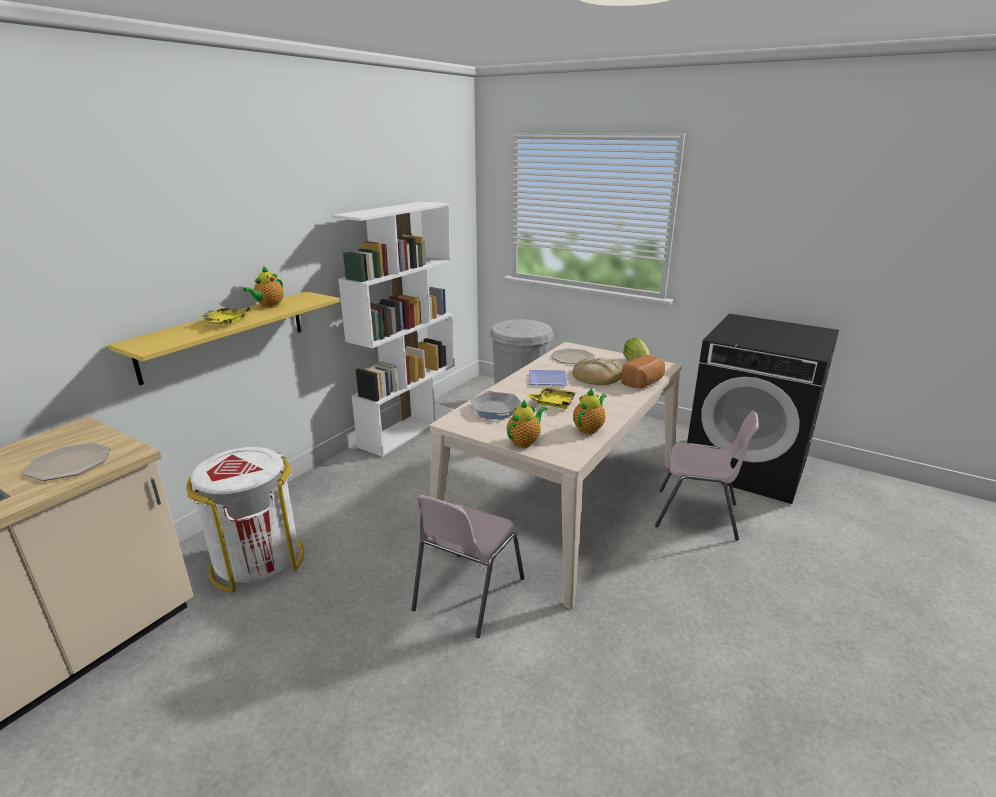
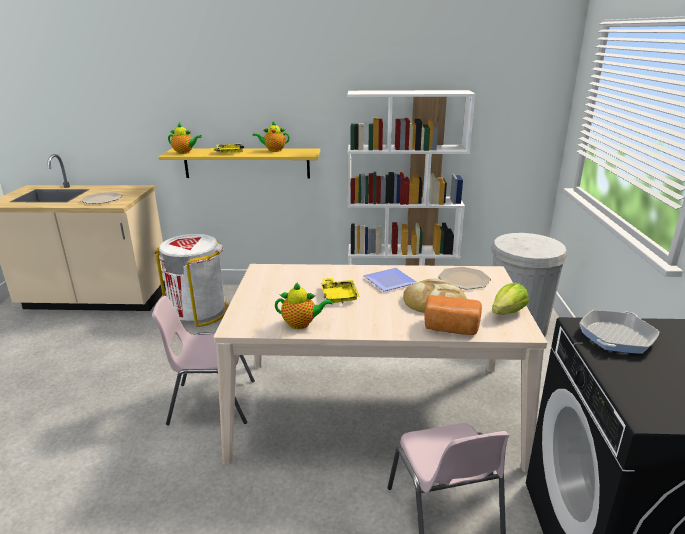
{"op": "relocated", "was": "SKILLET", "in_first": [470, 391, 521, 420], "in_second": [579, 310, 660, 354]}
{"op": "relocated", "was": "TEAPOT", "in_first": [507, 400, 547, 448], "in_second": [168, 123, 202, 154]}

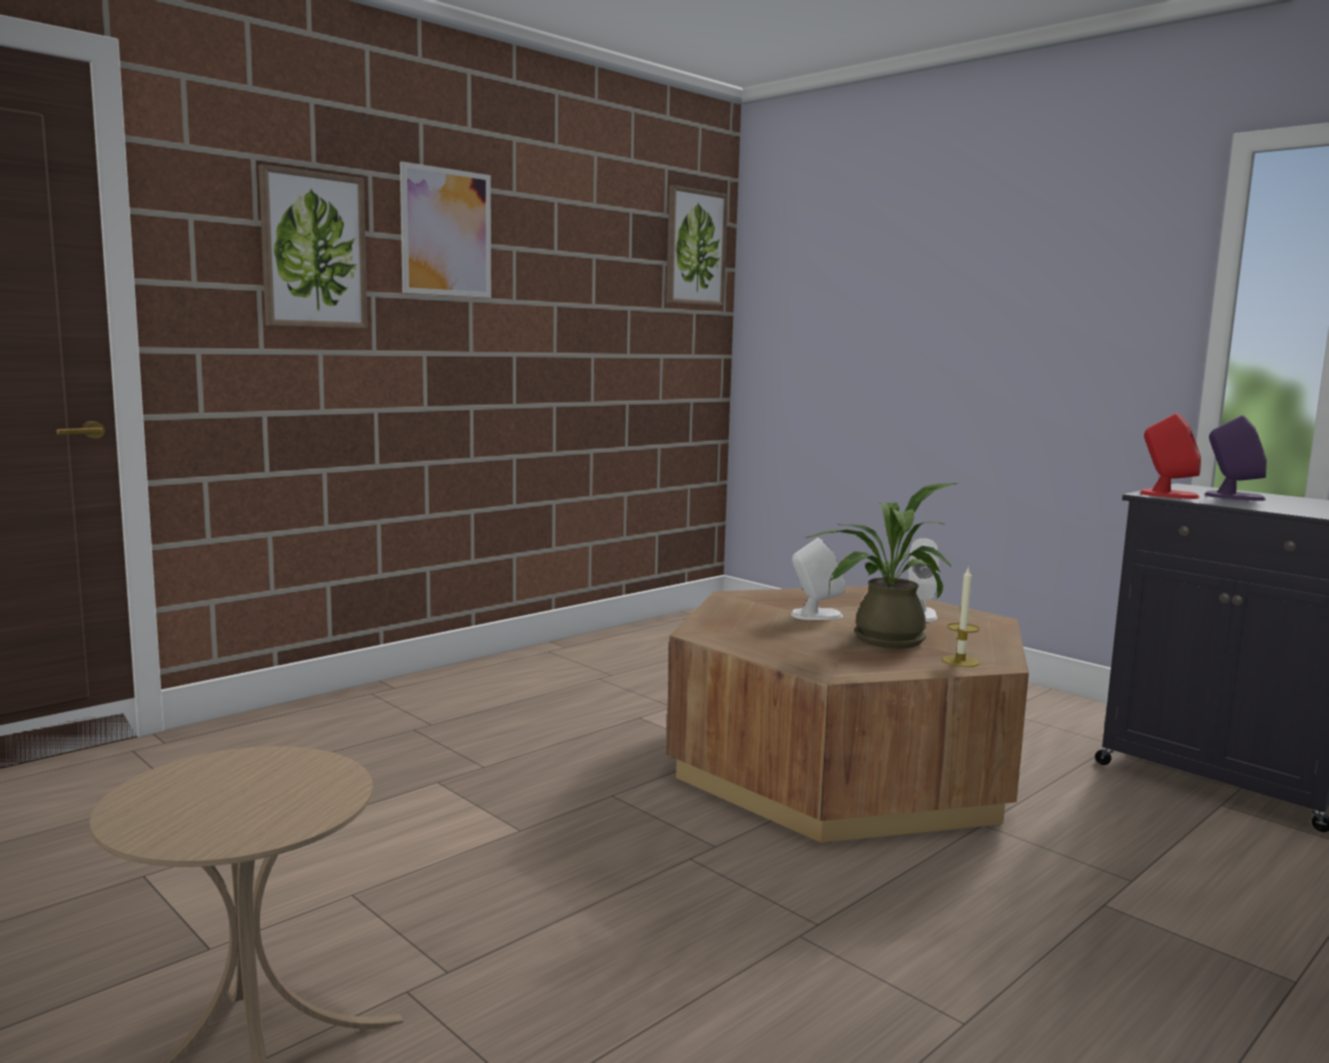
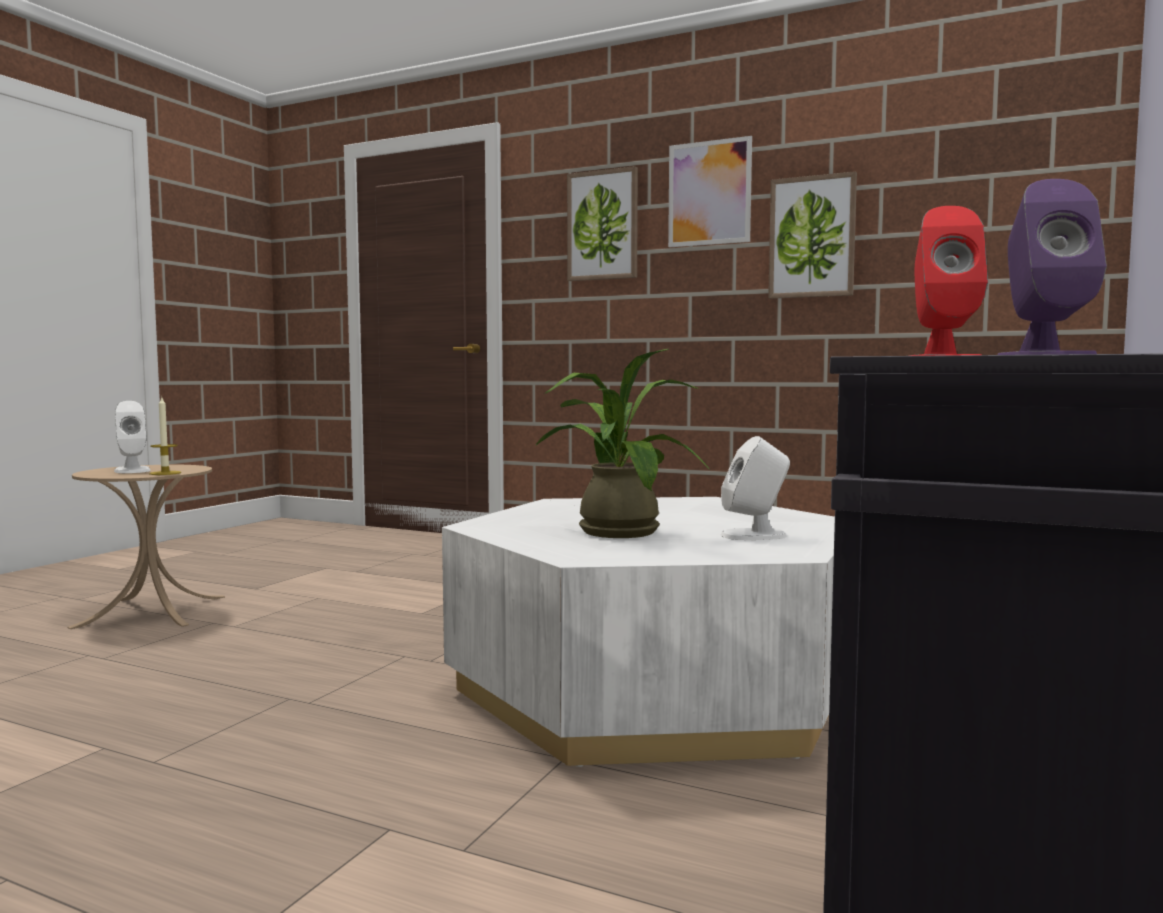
{"op": "relocated", "was": "WALL ART", "in_first": [666, 185, 728, 306], "in_second": [768, 171, 857, 299]}
{"op": "relocated", "was": "WHITISH LOUDSPEAKER", "in_first": [791, 538, 845, 620], "in_second": [114, 401, 151, 473]}
{"op": "relocated", "was": "WAX CANDLE", "in_first": [942, 566, 980, 667], "in_second": [149, 397, 181, 475]}
{"op": "colour", "was": "BROWN COFFEE TABLE", "now": "WHITISH COFFEE TABLE", "in_first": [666, 586, 1029, 843], "in_second": [442, 497, 835, 767]}

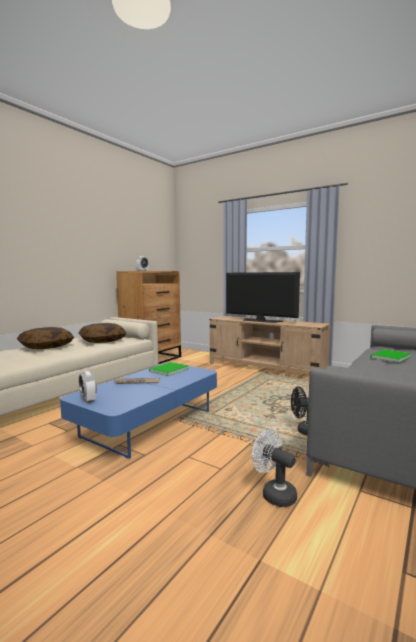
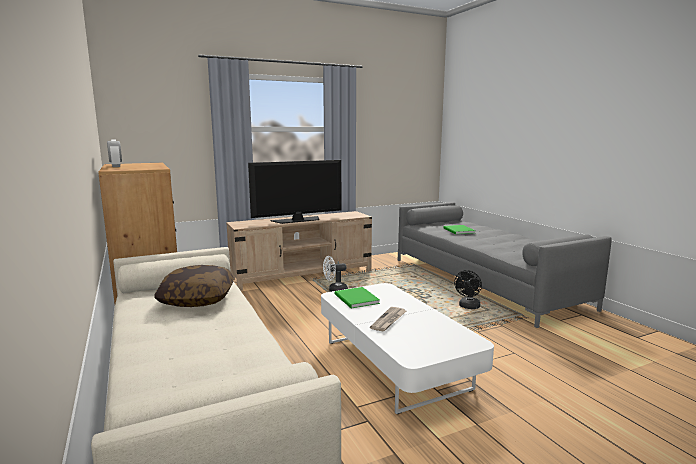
{"op": "missing", "was": "PILLOW", "in_first": [17, 327, 74, 349]}
{"op": "colour", "was": "BLUISH COFFEE TABLE", "now": "WHITISH COFFEE TABLE", "in_first": [60, 363, 217, 459], "in_second": [321, 283, 494, 414]}
{"op": "missing", "was": "BEDSIDE CLOCK", "in_first": [79, 371, 97, 403]}
{"op": "relocated", "was": "WHITISH COOLING FAN", "in_first": [252, 429, 297, 507], "in_second": [323, 256, 348, 292]}

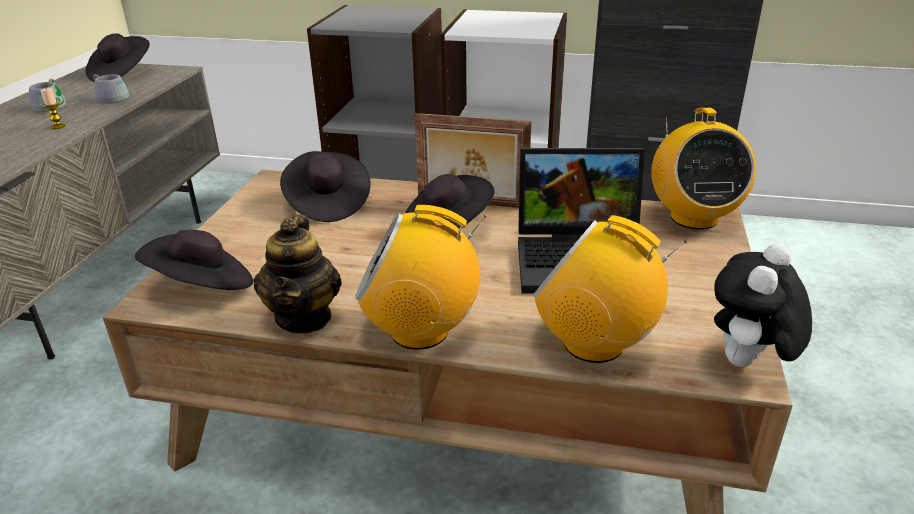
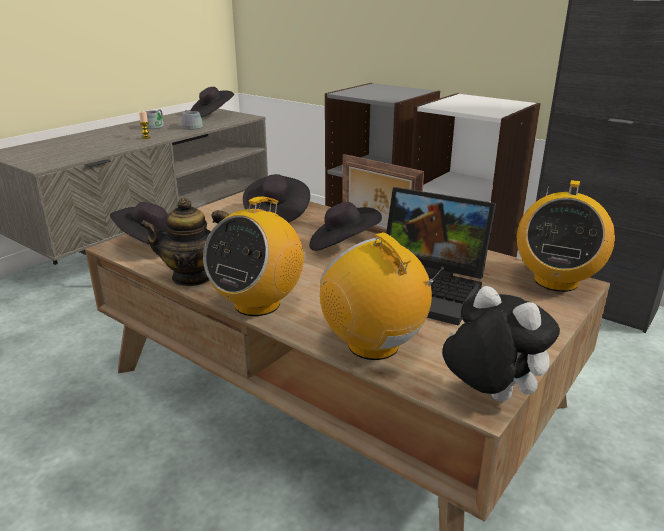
{"op": "spun", "was": "RADIO", "in_first": [355, 205, 486, 350], "in_second": [203, 196, 304, 316], "clockwise": -90}
{"op": "spun", "was": "TEAPOT", "in_first": [254, 214, 342, 334], "in_second": [139, 198, 229, 286], "clockwise": 60}
{"op": "spun", "was": "SOFT TOY", "in_first": [714, 243, 812, 367], "in_second": [442, 286, 560, 402], "clockwise": 75}

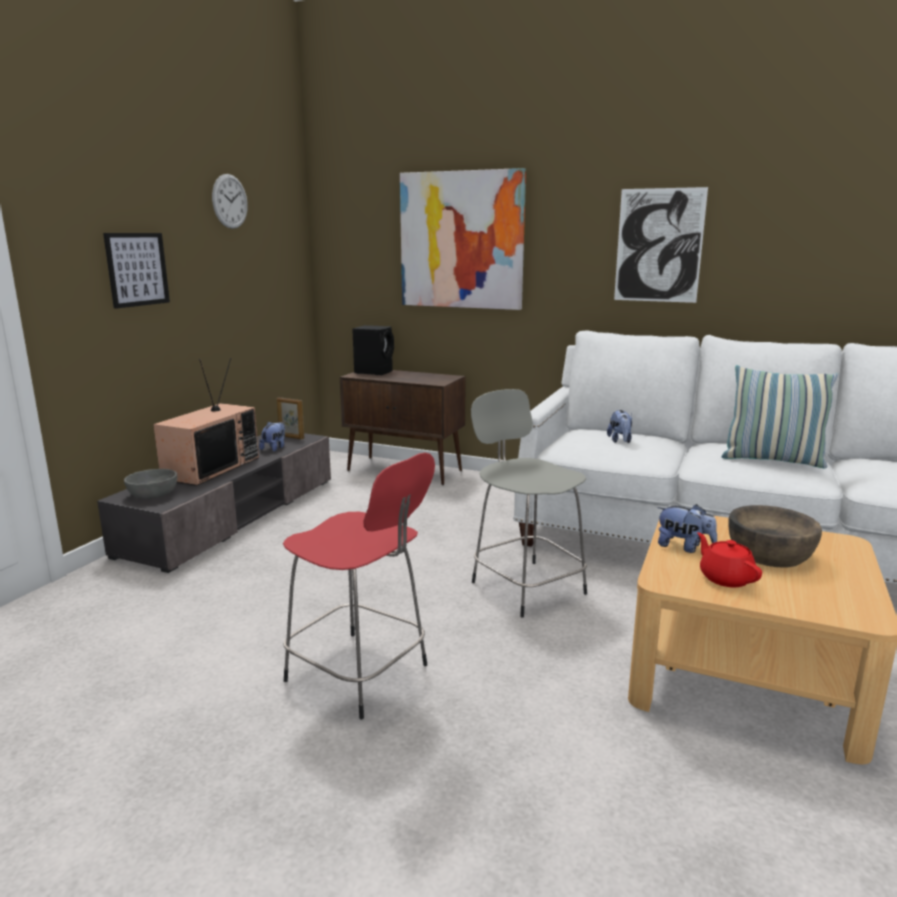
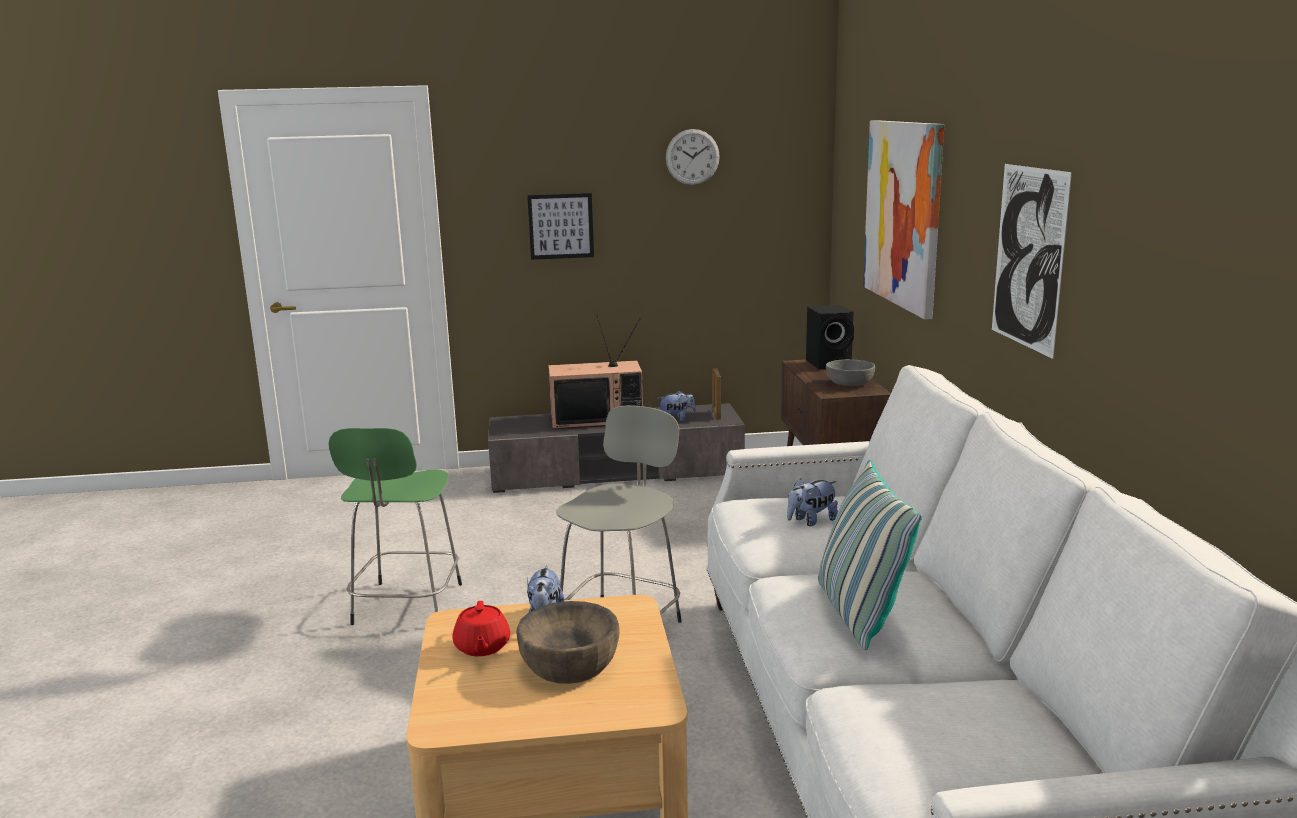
{"op": "colour", "was": "RED STOOL SEAT", "now": "GREEN STOOL SEAT", "in_first": [283, 453, 435, 719], "in_second": [329, 428, 462, 625]}
{"op": "relocated", "was": "GREYISH BOWL", "in_first": [124, 469, 177, 499], "in_second": [826, 359, 875, 386]}
{"op": "spun", "was": "RED TEAPOT", "in_first": [697, 532, 762, 587], "in_second": [452, 601, 510, 656], "clockwise": 135}

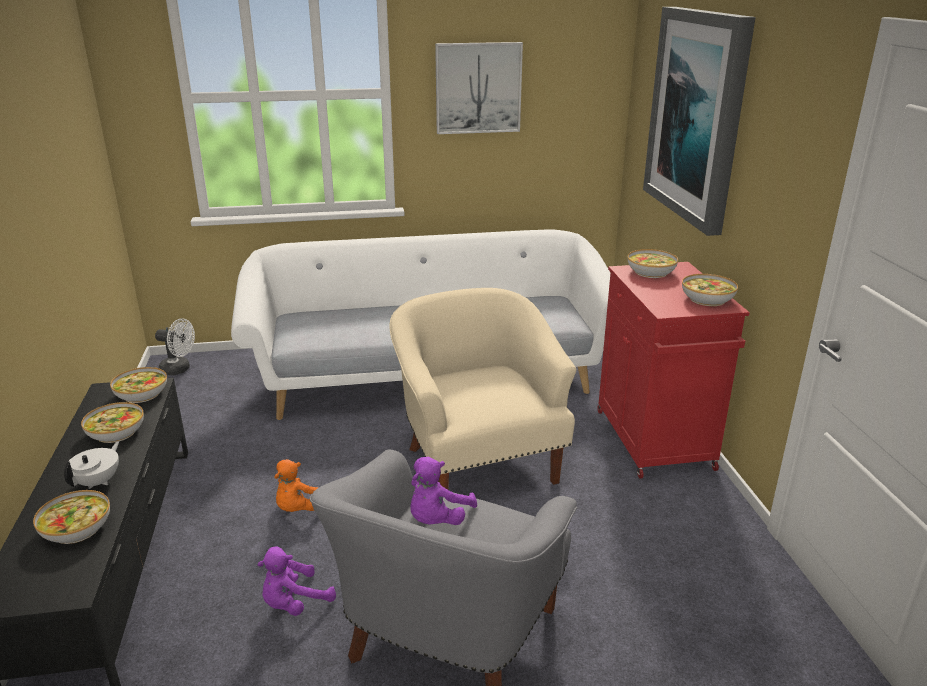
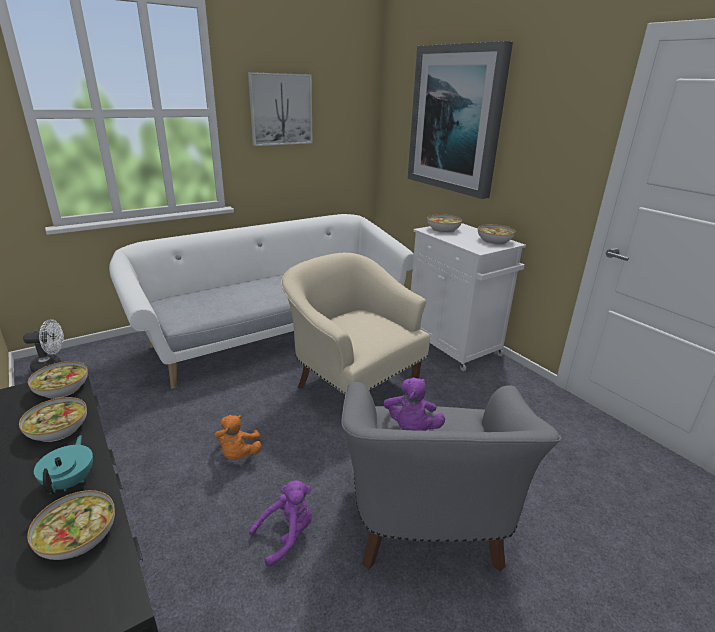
{"op": "colour", "was": "RED STORAGE CABINET", "now": "WHITISH STORAGE CABINET", "in_first": [597, 262, 750, 479], "in_second": [411, 223, 526, 371]}
{"op": "colour", "was": "WHITISH TEAPOT", "now": "BLUE-GREEN TEAPOT", "in_first": [64, 441, 119, 489], "in_second": [34, 435, 93, 494]}
{"op": "spun", "was": "PURPLISH SOFT TOY", "in_first": [257, 546, 336, 616], "in_second": [249, 480, 312, 567], "clockwise": -150}

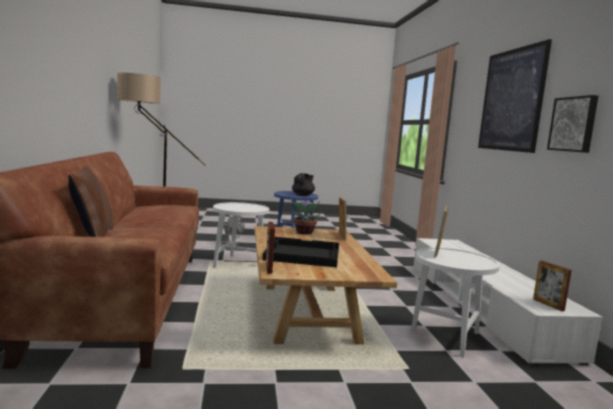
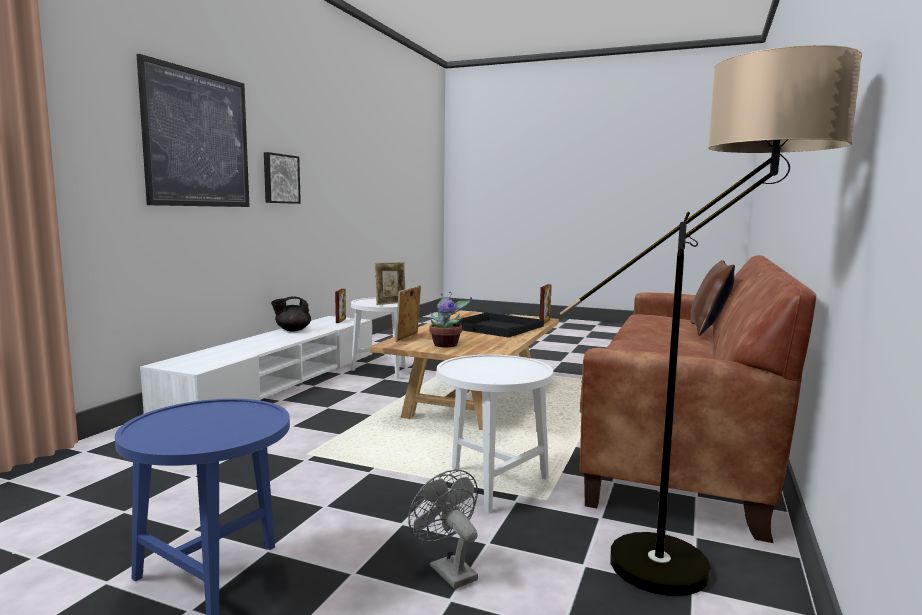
{"op": "relocated", "was": "BLACKISH TEAPOT", "in_first": [292, 173, 315, 196], "in_second": [271, 297, 311, 331]}

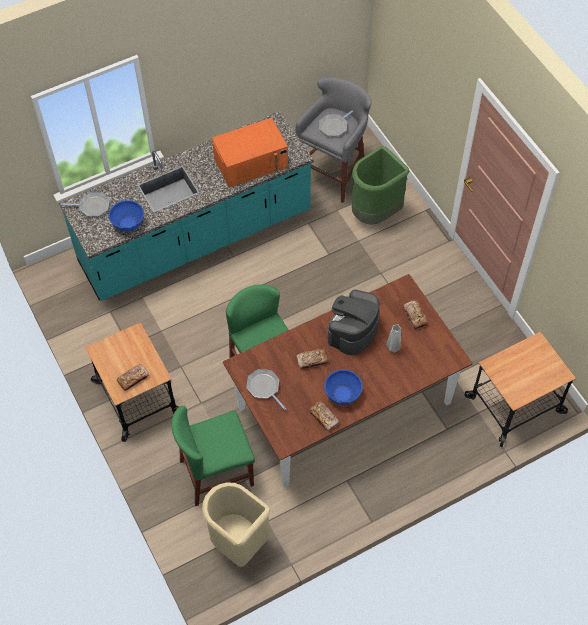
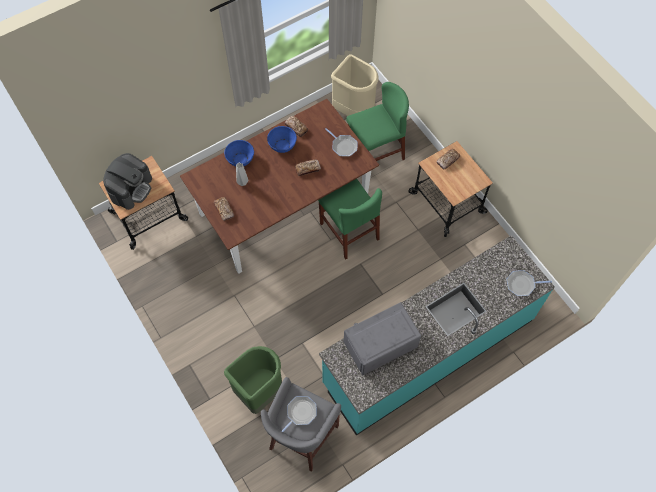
{"op": "colour", "was": "ORANGE MICROWAVE OVEN", "now": "GREYISH MICROWAVE OVEN", "in_first": [212, 118, 288, 188], "in_second": [344, 302, 421, 375]}
{"op": "relocated", "was": "BLUISH BOWL", "in_first": [109, 200, 144, 232], "in_second": [224, 140, 254, 166]}
{"op": "relocated", "was": "COFFEE MAKER", "in_first": [328, 290, 380, 355], "in_second": [103, 153, 152, 210]}

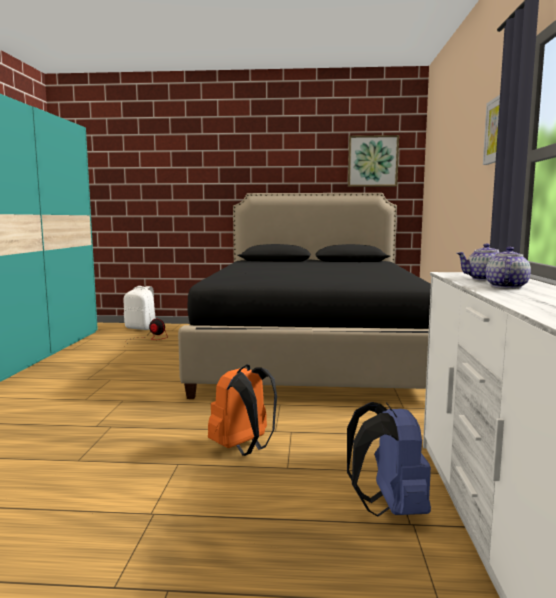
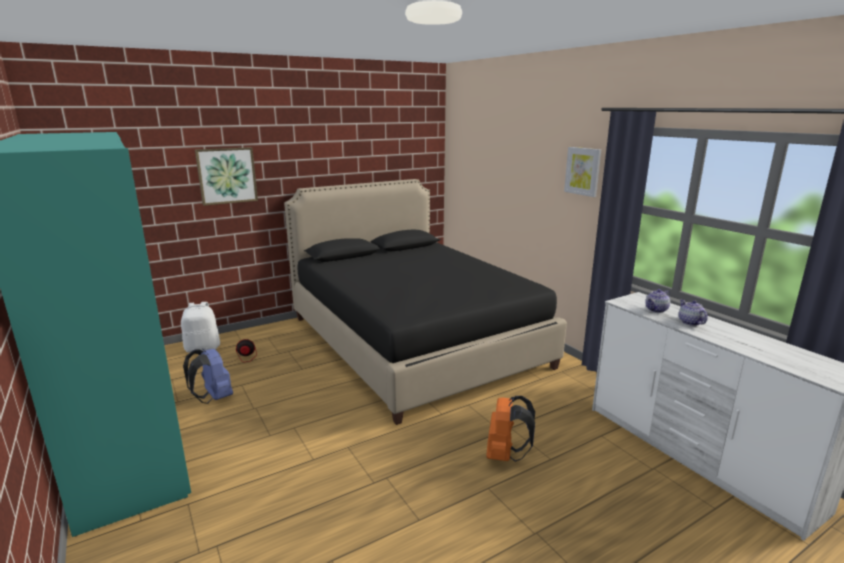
{"op": "relocated", "was": "WALL ART", "in_first": [348, 135, 399, 187], "in_second": [195, 147, 258, 206]}
{"op": "relocated", "was": "BLUISH KNAPSACK", "in_first": [347, 402, 431, 517], "in_second": [183, 349, 233, 404]}

